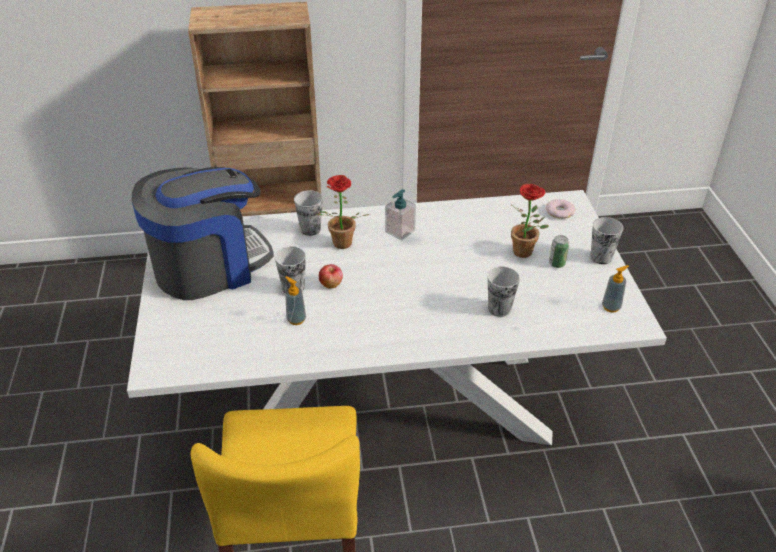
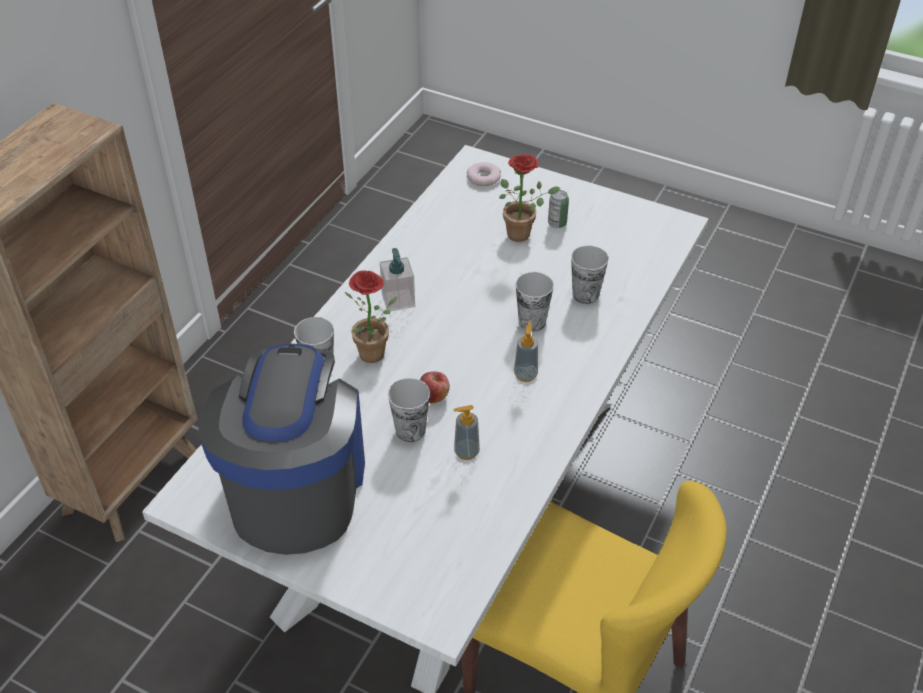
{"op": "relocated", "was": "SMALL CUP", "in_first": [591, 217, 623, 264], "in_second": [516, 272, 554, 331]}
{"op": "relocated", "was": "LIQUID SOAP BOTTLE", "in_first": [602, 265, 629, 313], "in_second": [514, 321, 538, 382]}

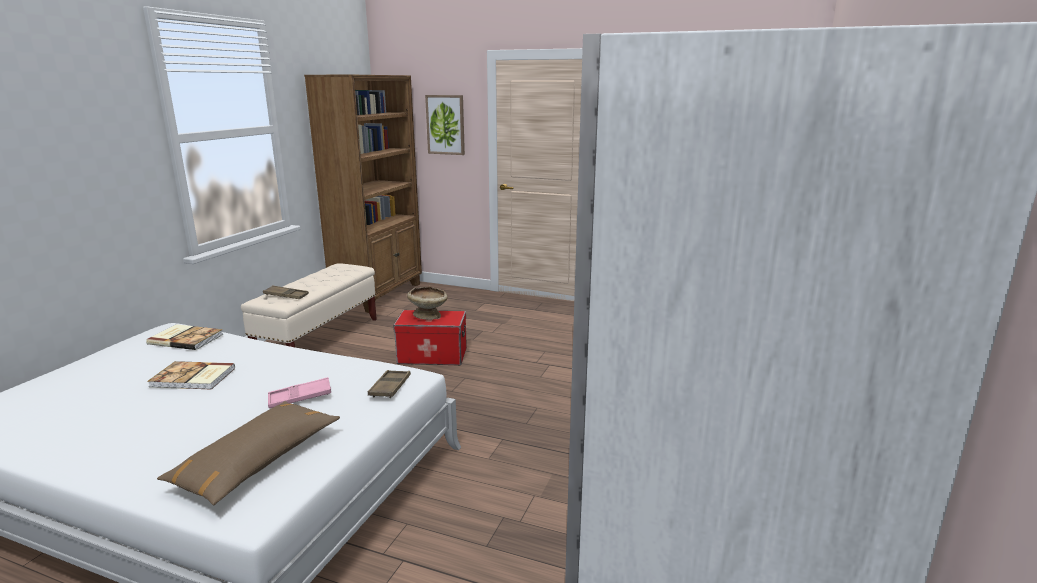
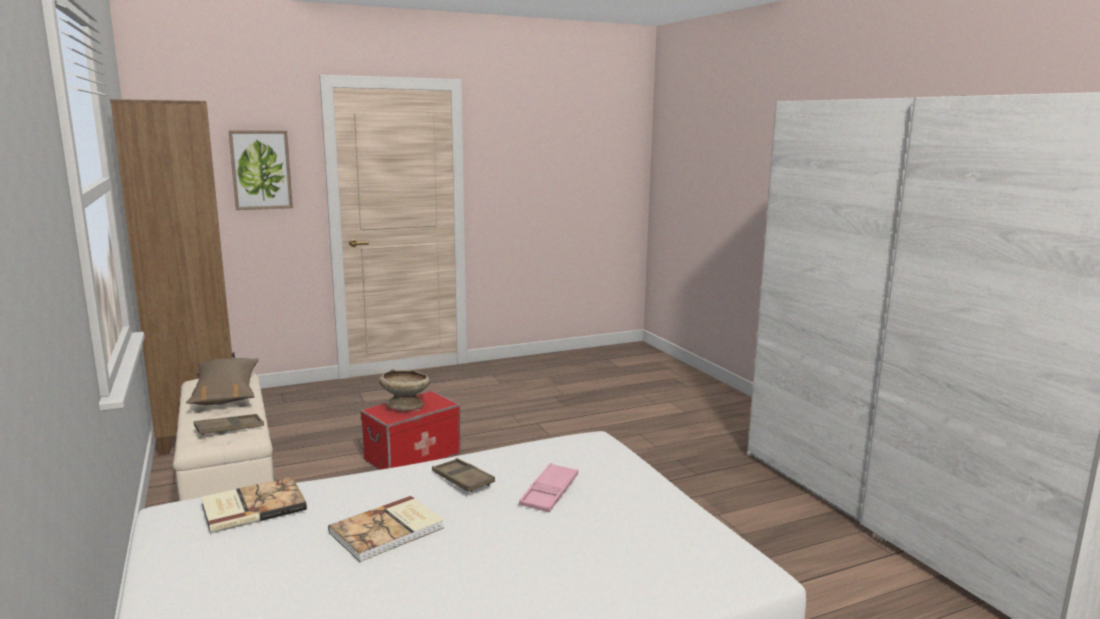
{"op": "relocated", "was": "BROWN CARRYING TRAY", "in_first": [368, 370, 411, 398], "in_second": [432, 458, 495, 492]}
{"op": "relocated", "was": "BROWN PILLOW", "in_first": [157, 401, 340, 505], "in_second": [186, 358, 259, 405]}

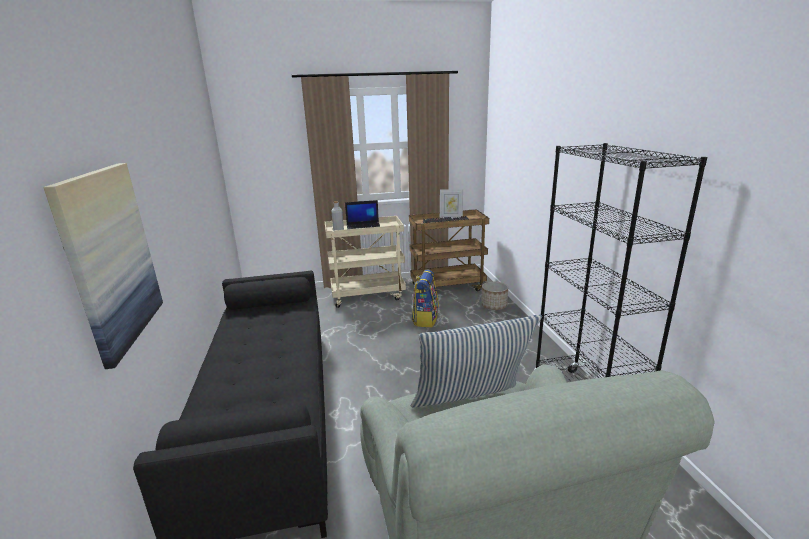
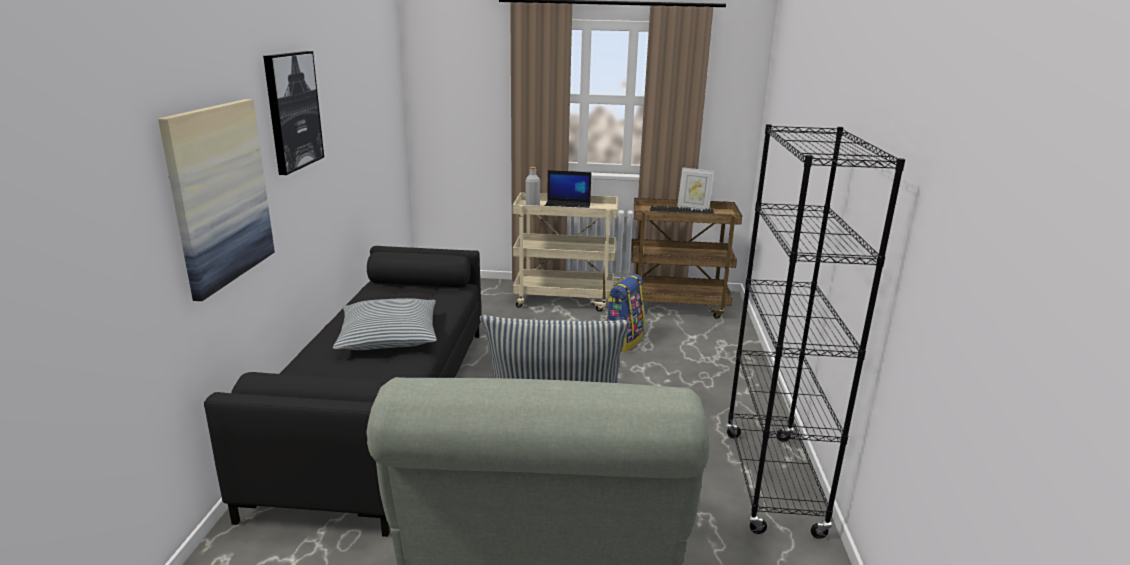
{"op": "missing", "was": "PLANT POT", "in_first": [481, 282, 508, 310]}
{"op": "appeared", "now": "WALL ART", "in_second": [263, 51, 324, 175]}
{"op": "appeared", "now": "PILLOW", "in_second": [333, 298, 437, 350]}

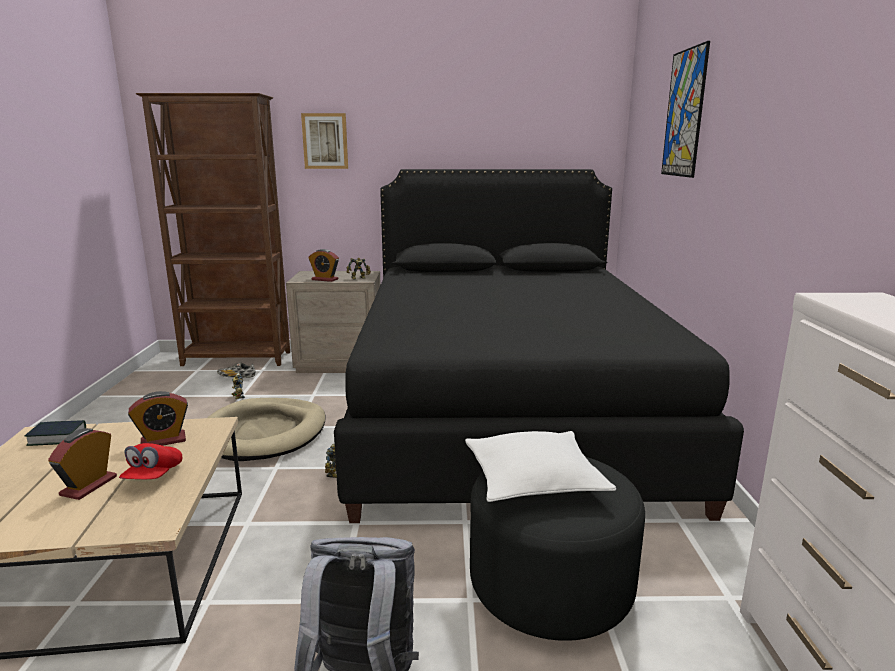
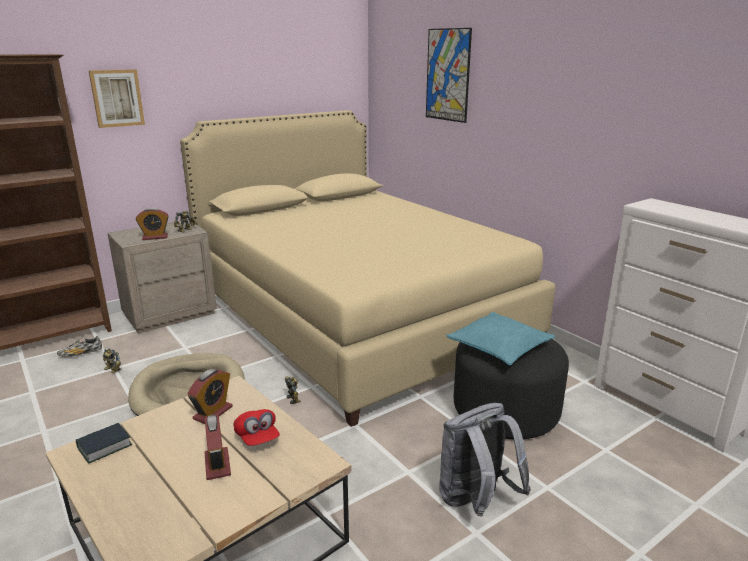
{"op": "colour", "was": "BLACKISH SLEEPING BED", "now": "BEIGE SLEEPING BED", "in_first": [334, 169, 744, 523], "in_second": [180, 110, 556, 427]}
{"op": "colour", "was": "WHITISH PILLOW", "now": "BLUE-GREEN PILLOW", "in_first": [465, 431, 616, 502], "in_second": [446, 312, 555, 366]}

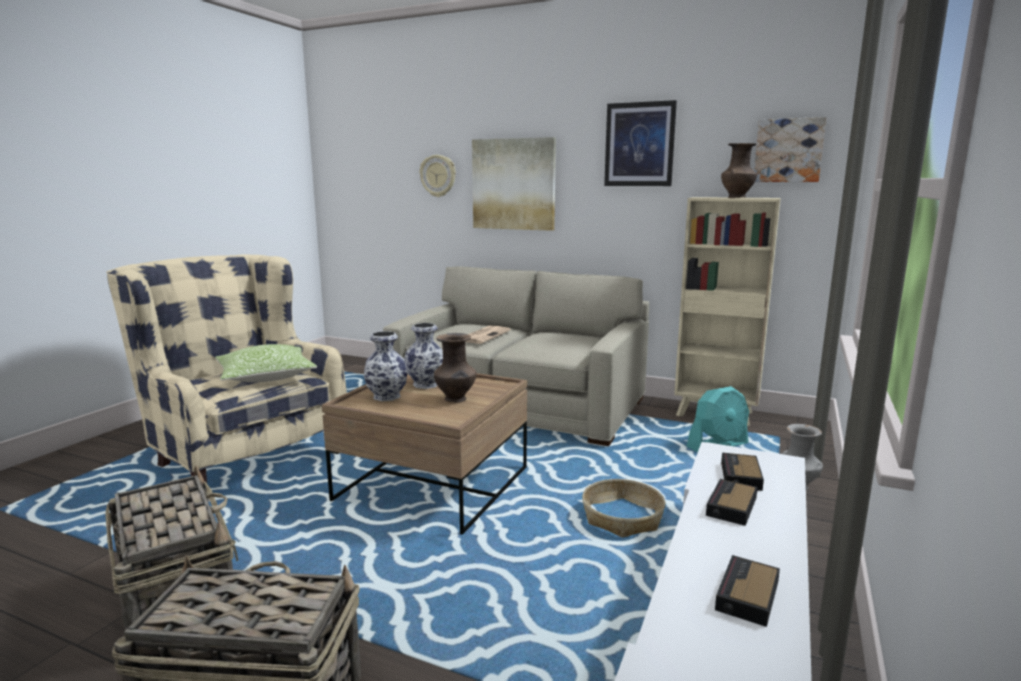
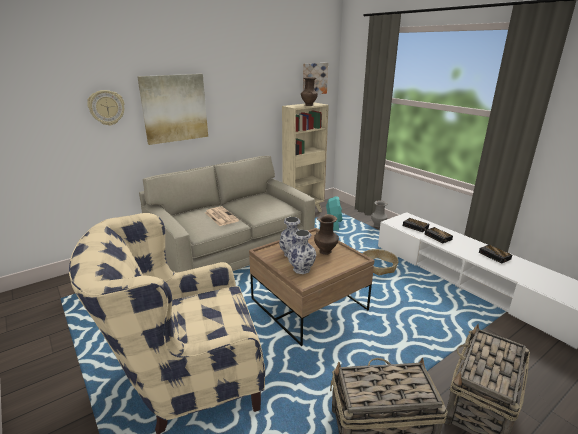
{"op": "missing", "was": "WALL ART", "in_first": [604, 100, 677, 186]}
{"op": "missing", "was": "PILLOW", "in_first": [215, 344, 317, 383]}

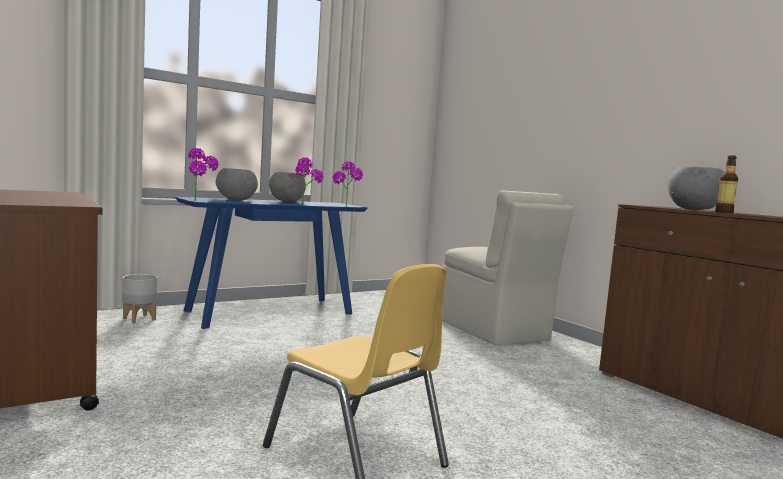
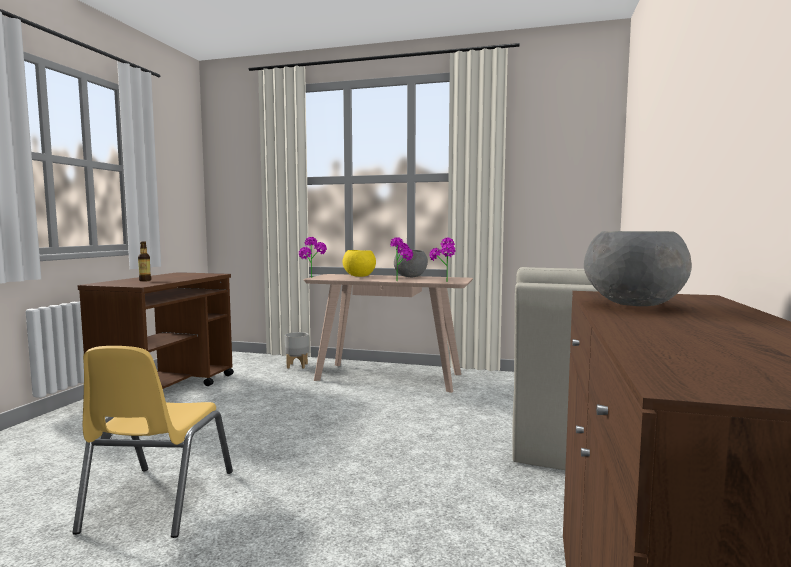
{"op": "relocated", "was": "BEVERAGE BOTTLE", "in_first": [715, 155, 738, 213], "in_second": [138, 241, 151, 281]}
{"op": "colour", "was": "GREYISH BOWL", "now": "YELLOW-COLOURED BOWL", "in_first": [216, 168, 258, 200], "in_second": [342, 250, 376, 277]}
{"op": "colour", "was": "BLUISH HALL TABLE", "now": "BEIGE HALL TABLE", "in_first": [175, 197, 367, 329], "in_second": [304, 274, 473, 393]}

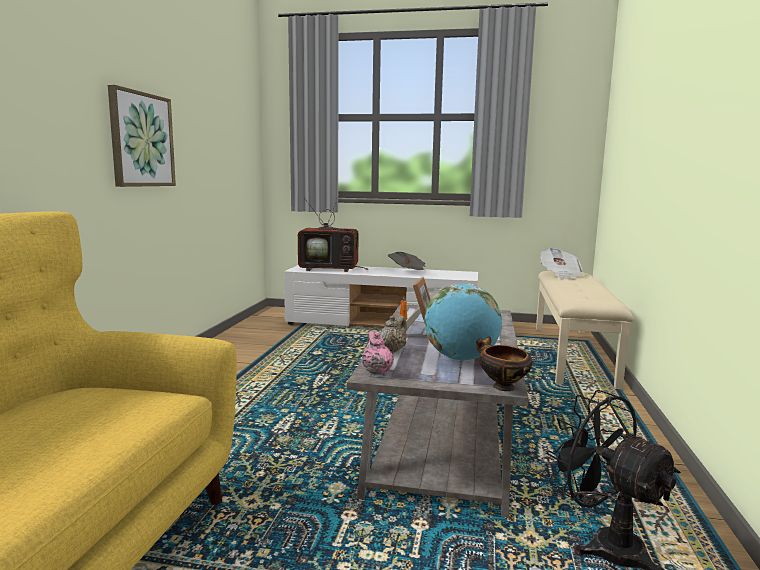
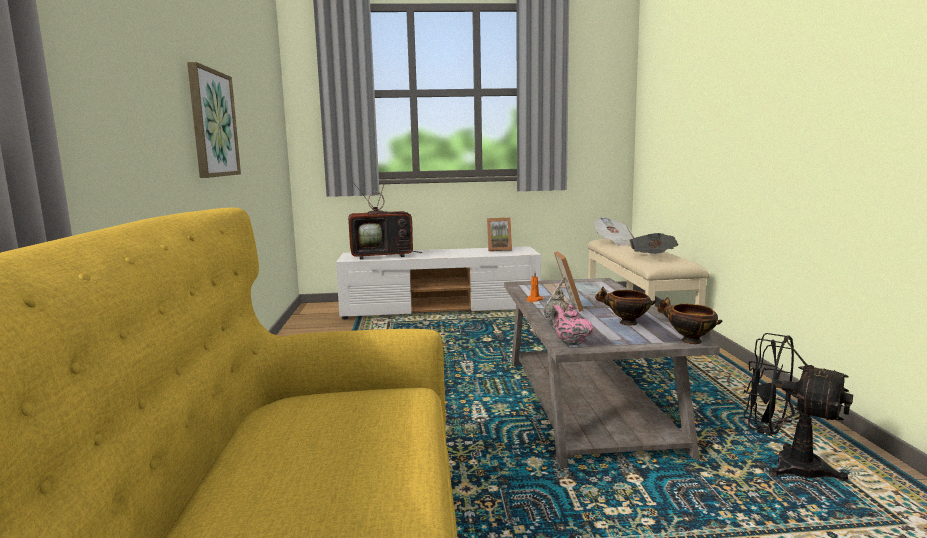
{"op": "relocated", "was": "NEWSPAPER", "in_first": [388, 252, 426, 270], "in_second": [629, 233, 679, 254]}
{"op": "exchanged", "was": "WORLD GLOBE", "now": "BOWL", "in_first": [424, 284, 502, 360], "in_second": [595, 286, 656, 325]}
{"op": "appeared", "now": "PHOTO FRAME", "in_second": [487, 218, 512, 251]}

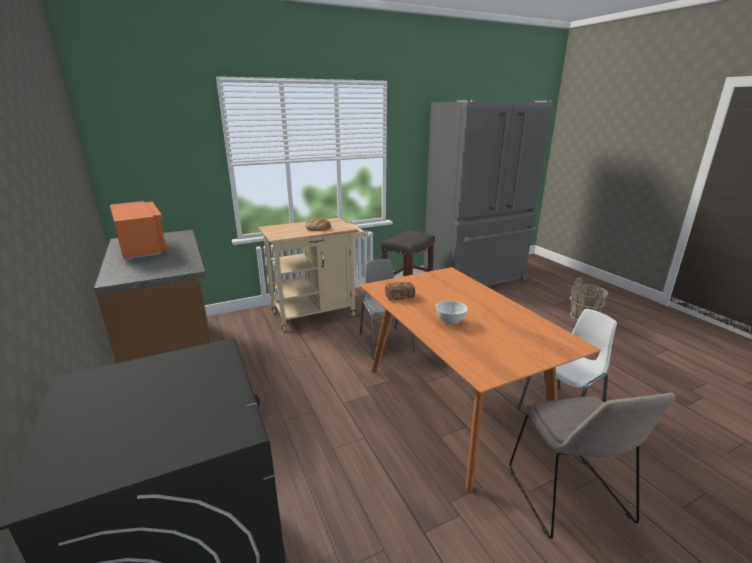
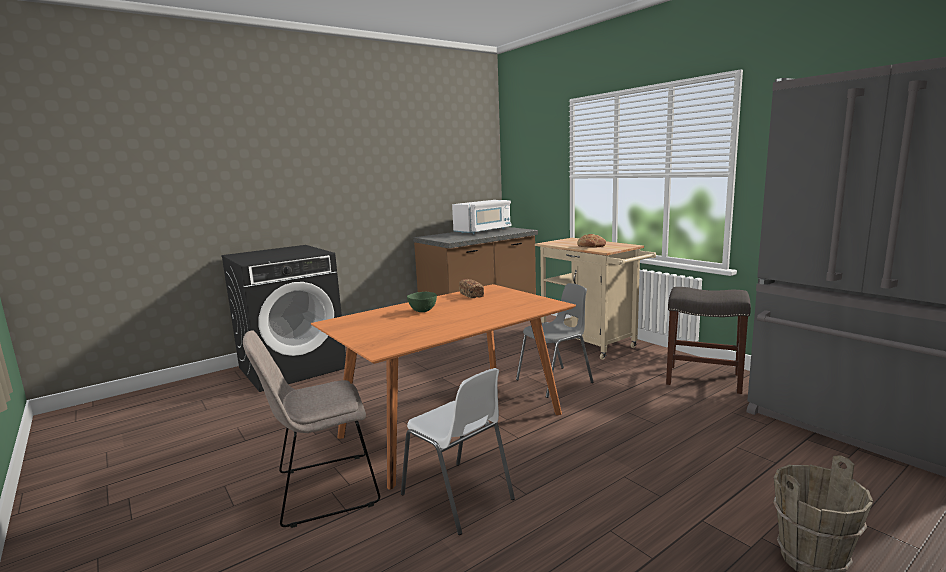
{"op": "colour", "was": "ORANGE MICROWAVE OVEN", "now": "WHITISH MICROWAVE OVEN", "in_first": [110, 201, 169, 260], "in_second": [452, 200, 512, 234]}
{"op": "colour", "was": "WHITISH BOWL", "now": "GREEN BOWL", "in_first": [436, 301, 468, 324], "in_second": [407, 292, 437, 312]}

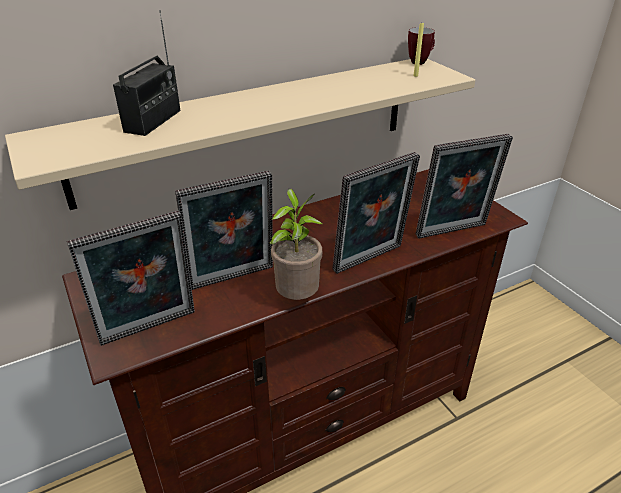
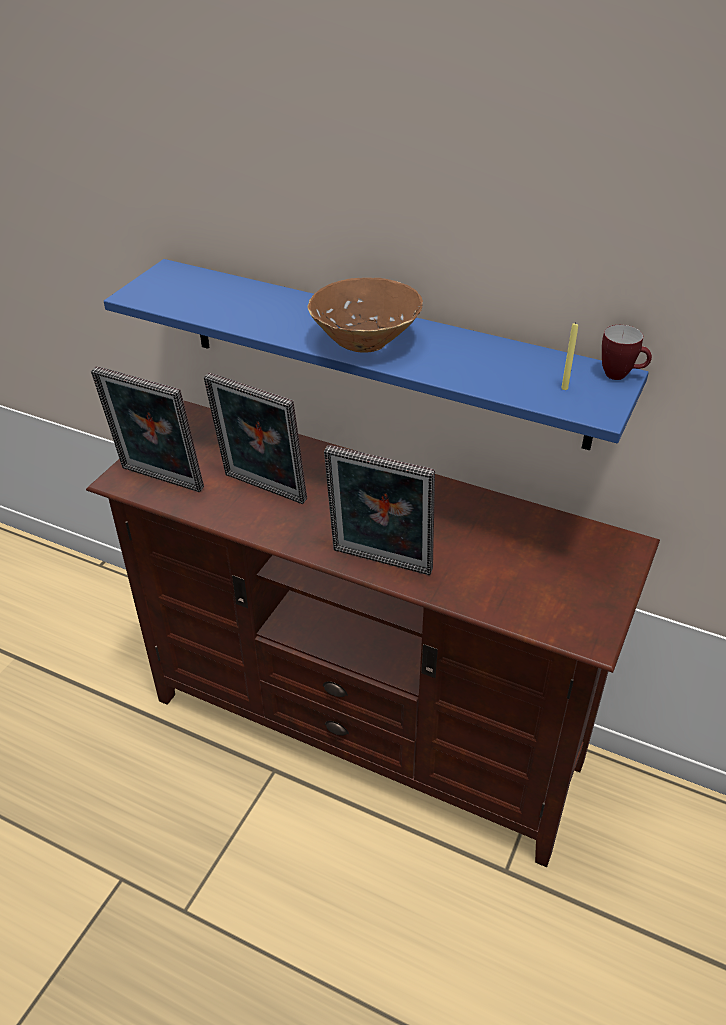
{"op": "missing", "was": "RADIO", "in_first": [113, 10, 180, 136]}
{"op": "colour", "was": "BEIGE BRACKET SHELF", "now": "BLUISH BRACKET SHELF", "in_first": [5, 59, 475, 210], "in_second": [104, 259, 649, 450]}
{"op": "missing", "was": "PHOTO FRAME", "in_first": [416, 134, 513, 239]}
{"op": "missing", "was": "POTTED PLANT", "in_first": [269, 189, 324, 300]}
{"op": "appeared", "now": "BROWN BOWL", "in_second": [307, 278, 423, 352]}

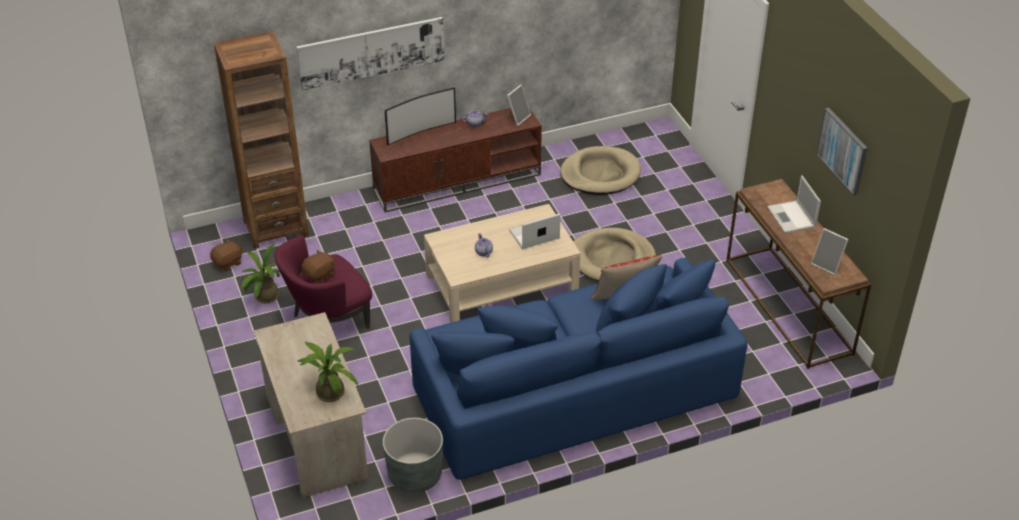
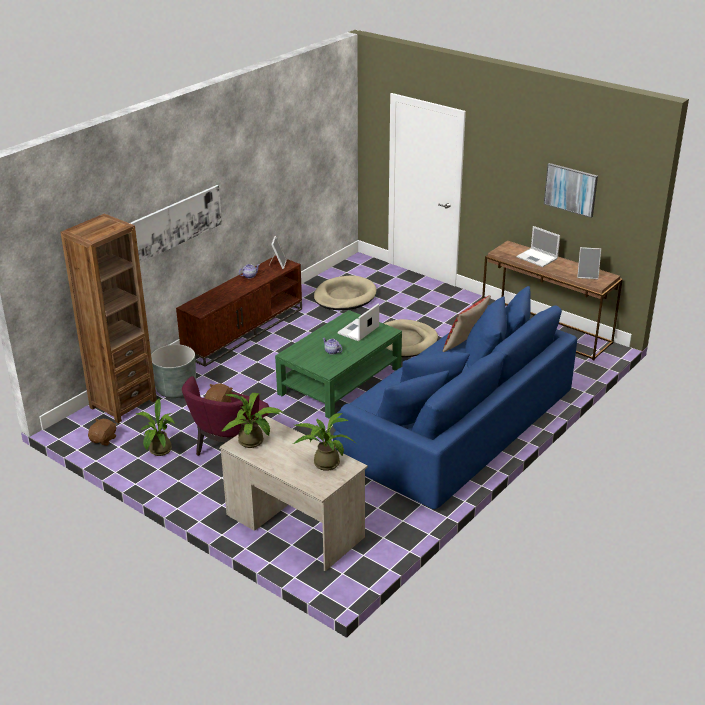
{"op": "missing", "was": "TV", "in_first": [385, 87, 456, 145]}
{"op": "colour", "was": "BEIGE COFFEE TABLE", "now": "GREEN COFFEE TABLE", "in_first": [424, 204, 581, 323], "in_second": [275, 310, 402, 419]}
{"op": "relocated", "was": "GREYISH PLANT POT", "in_first": [383, 418, 443, 493], "in_second": [151, 344, 196, 398]}
{"op": "appeared", "now": "POTTED PLANT", "in_second": [222, 393, 282, 448]}

